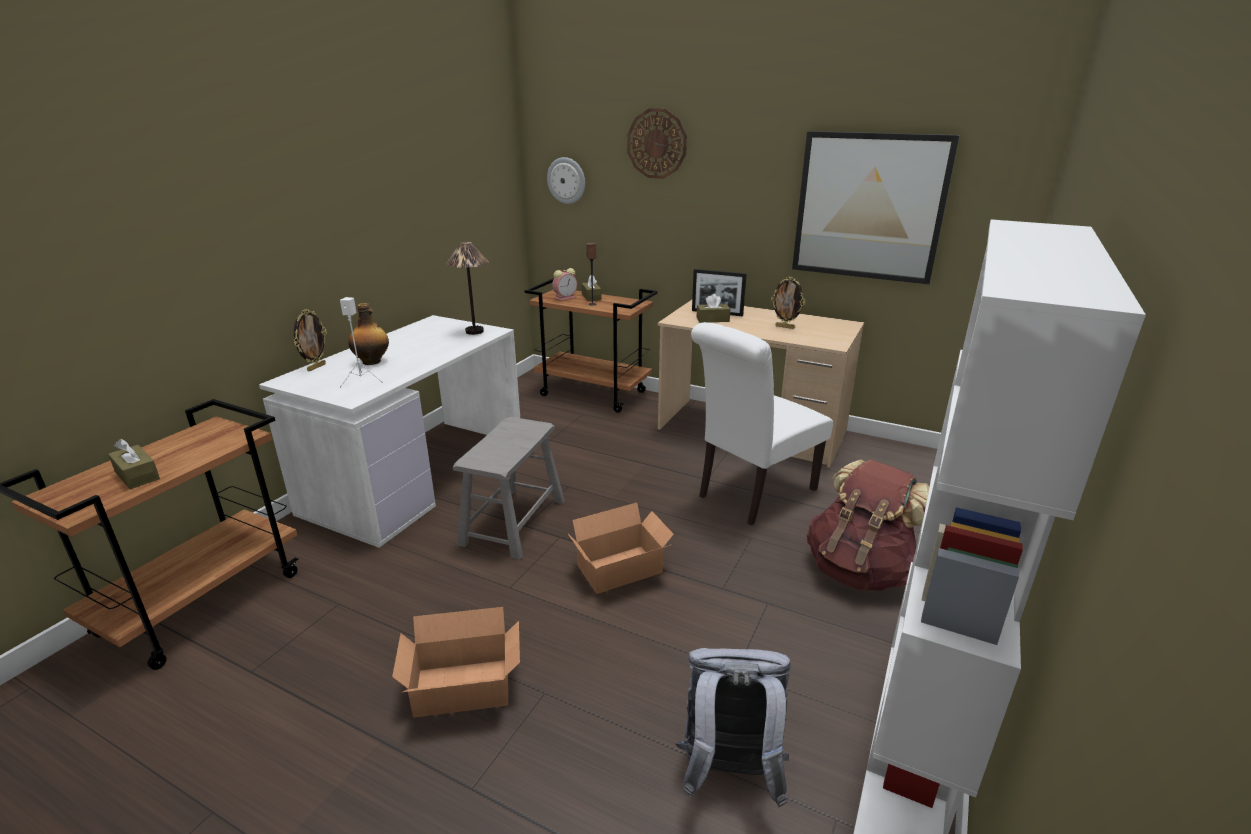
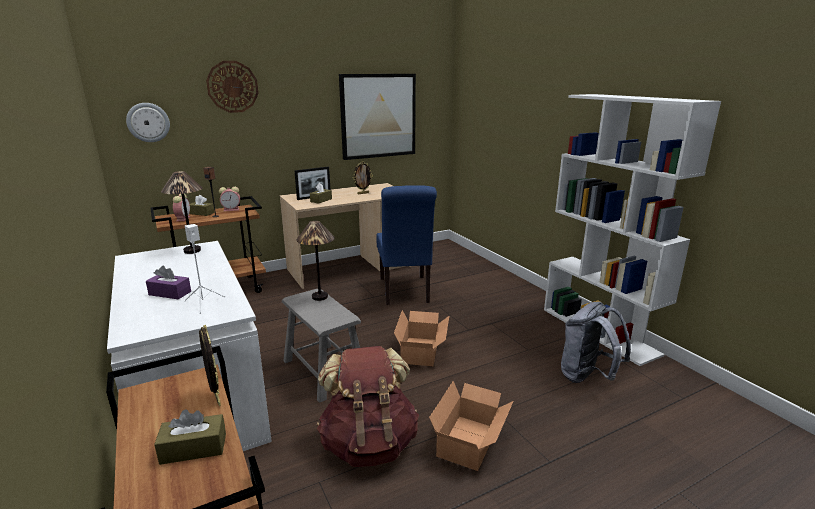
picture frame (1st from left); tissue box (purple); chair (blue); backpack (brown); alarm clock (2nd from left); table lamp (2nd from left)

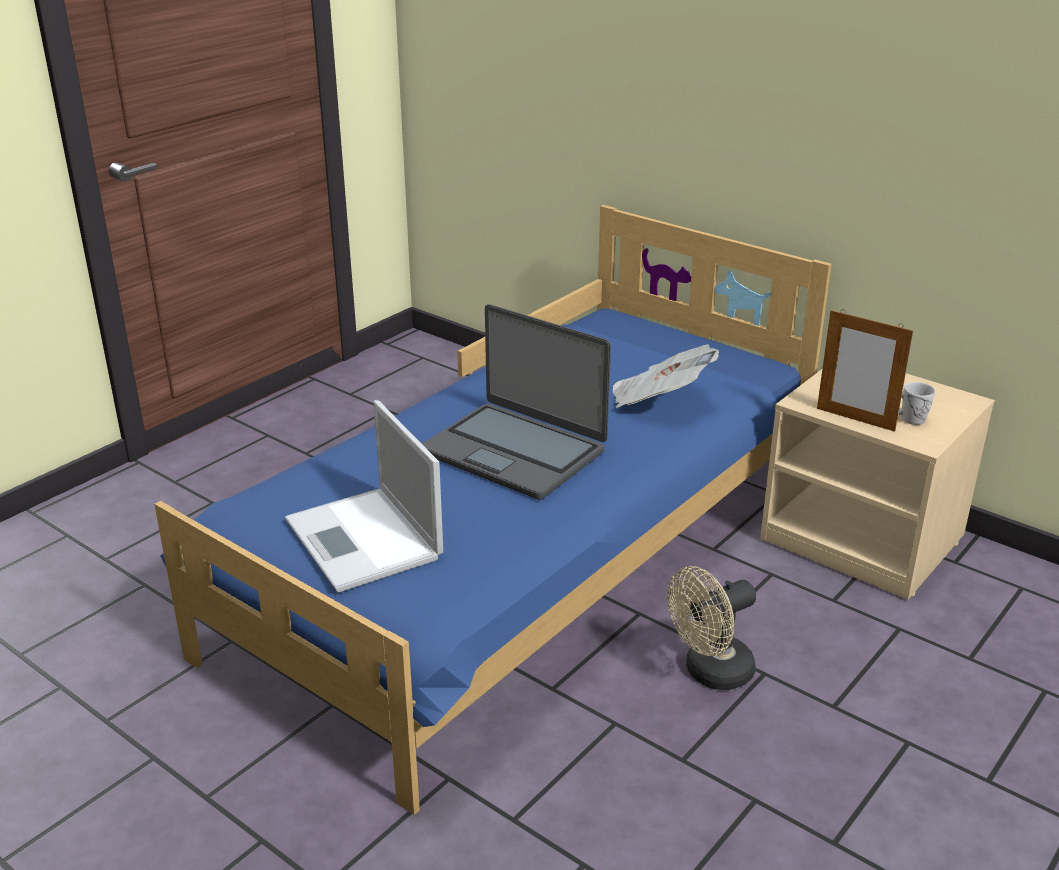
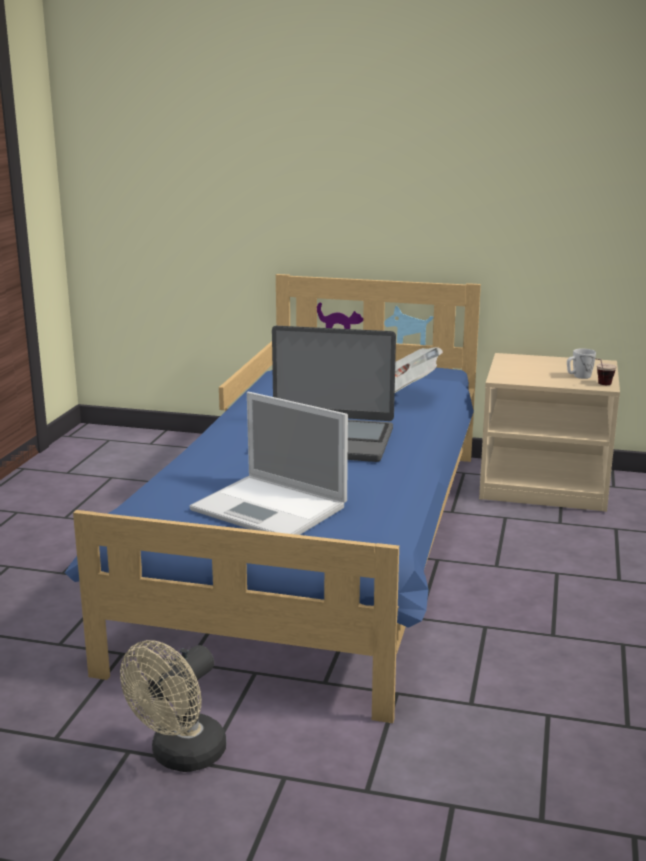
fan (beige); picture frame; cup

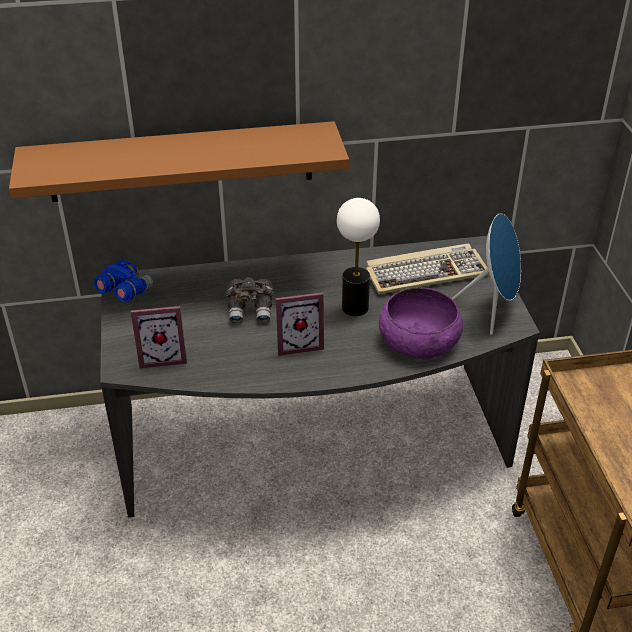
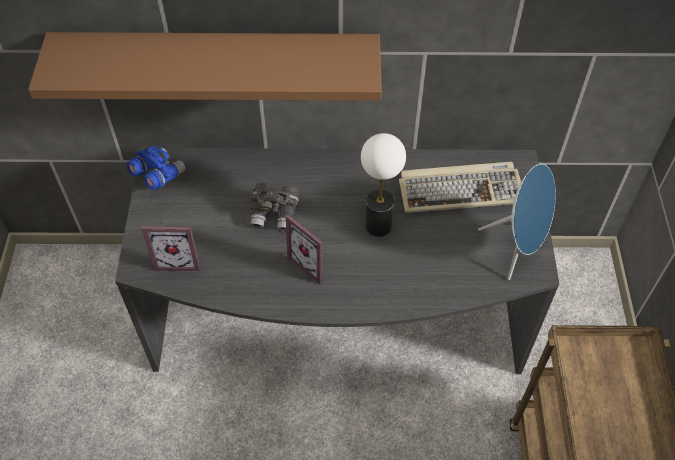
picture frame (2nd from left); bowl (purple)

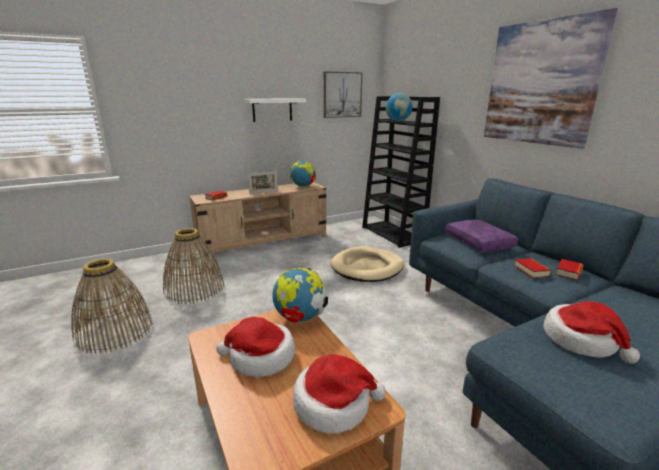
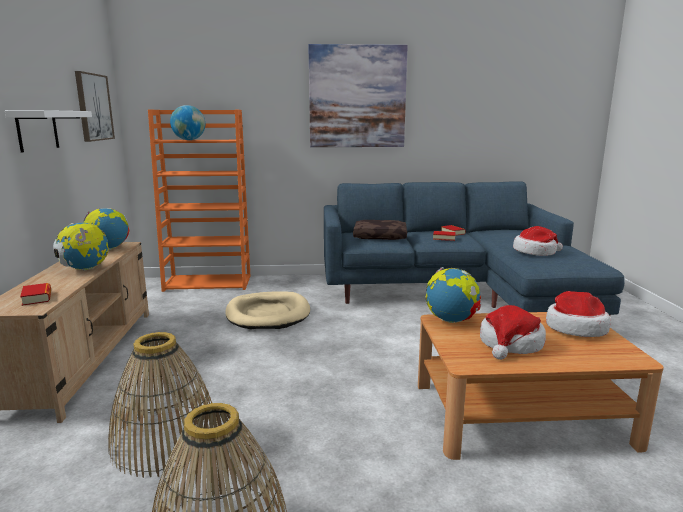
globe (1st from left); bookcase (orange); pillow (brown)

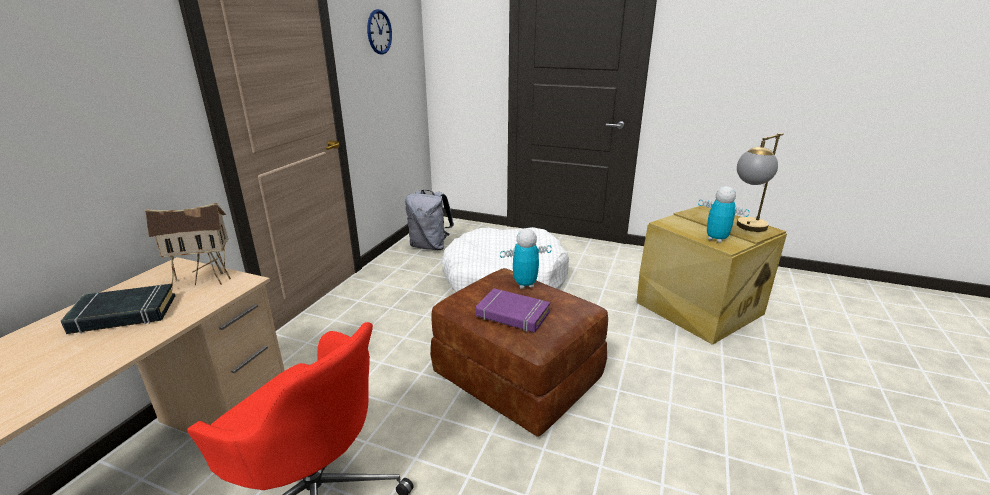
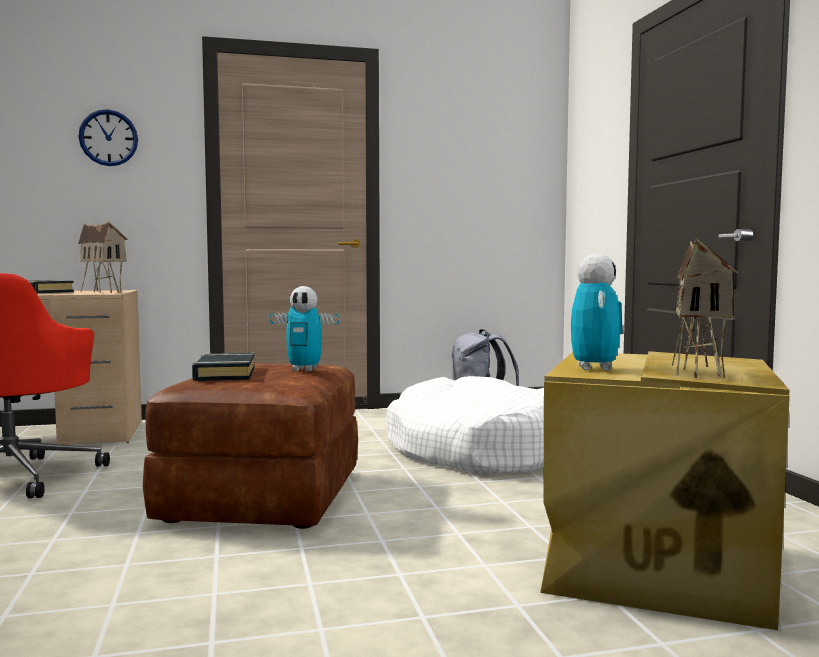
wall clock; book (black) (2nd from left); toy robot (1st from left); toy house (2nd from left)

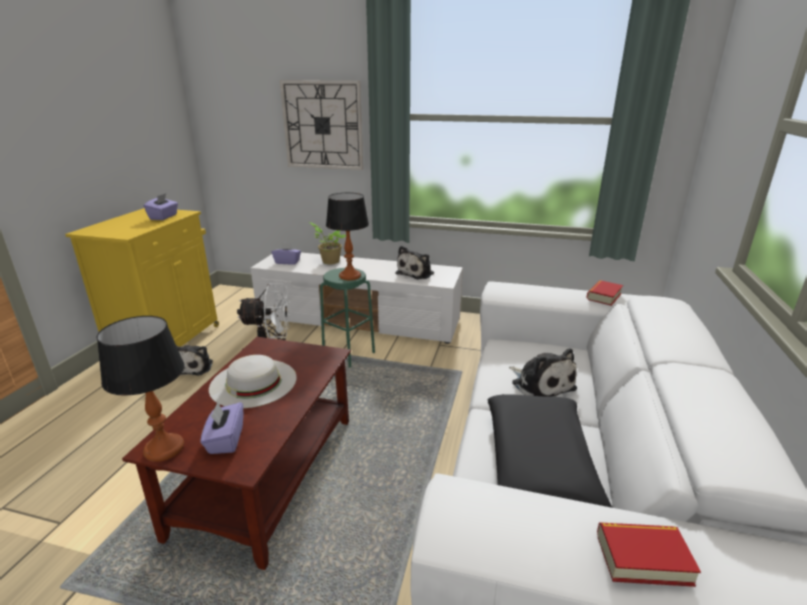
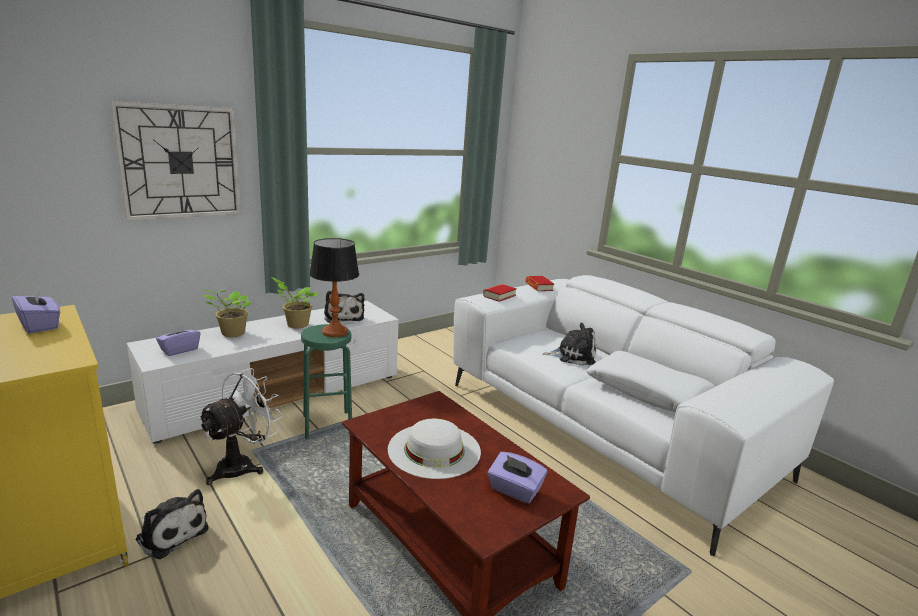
table lamp (1st from left in the first image); pillow (white); book (1st from left); potted plant (2nd from left)

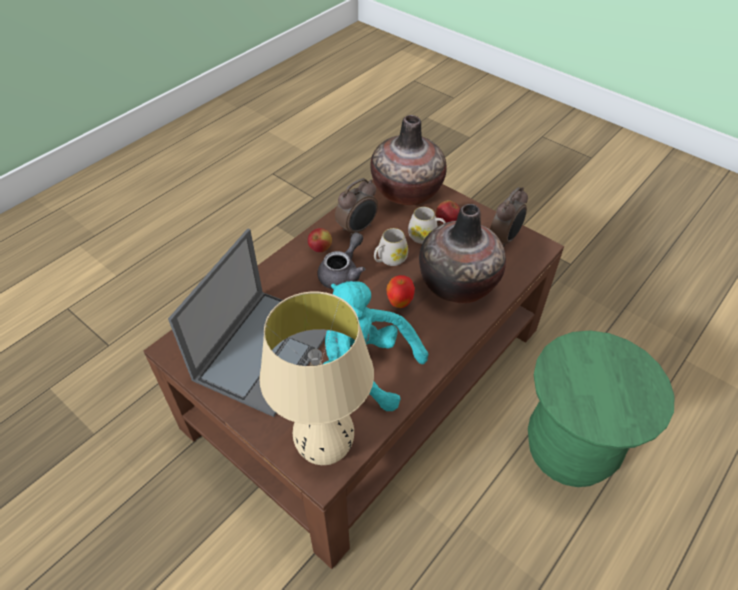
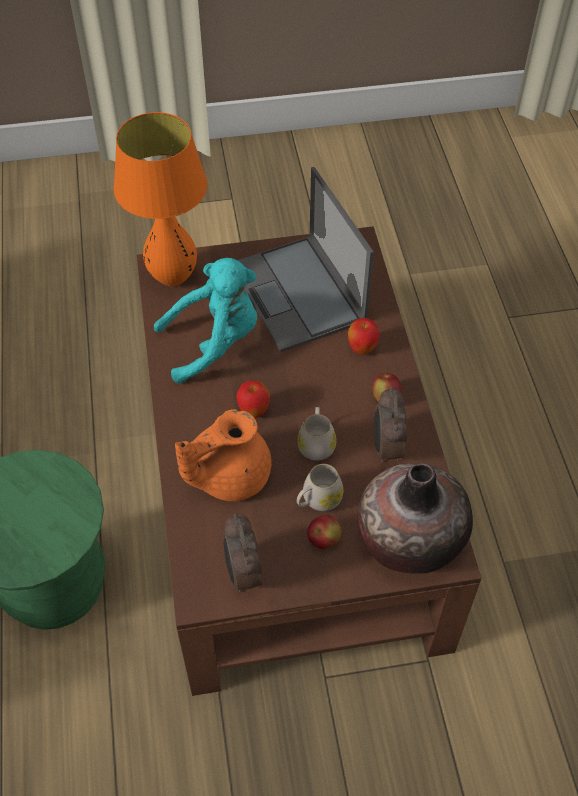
table lamp (orange); teapot (grey); teapot (orange); apple (3rd from left)

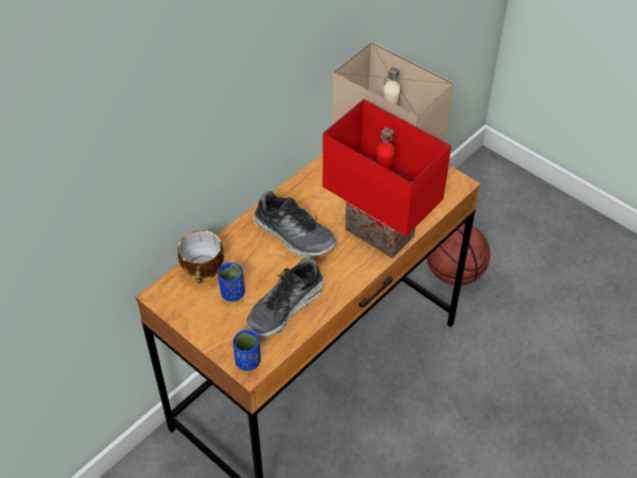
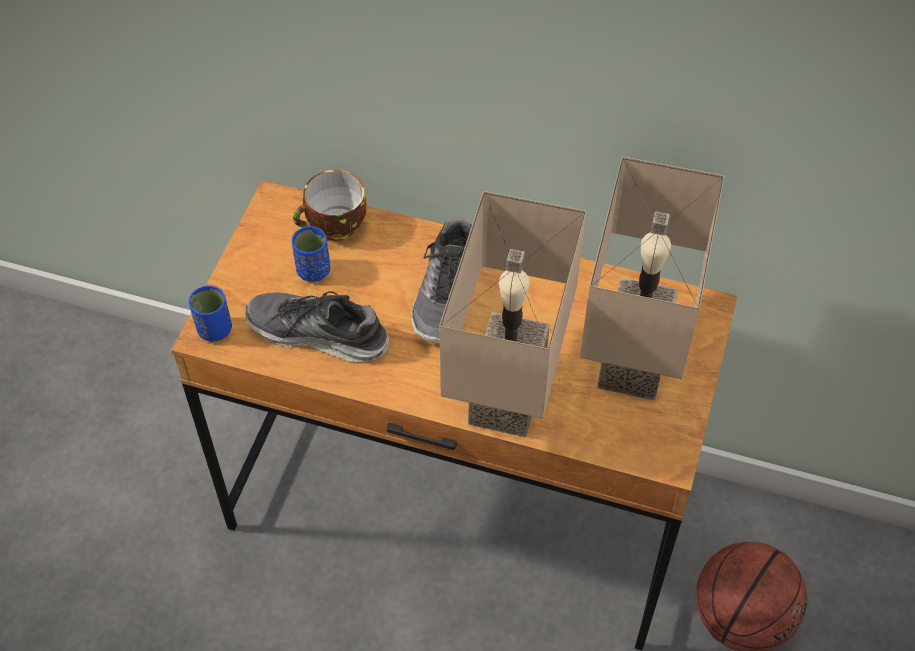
table lamp (beige) (1st from left)

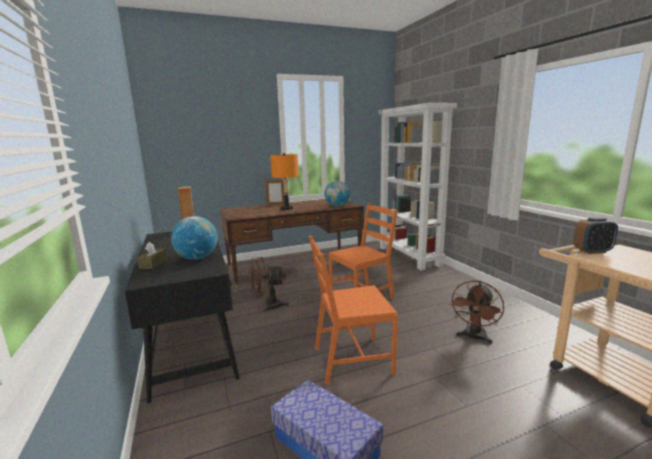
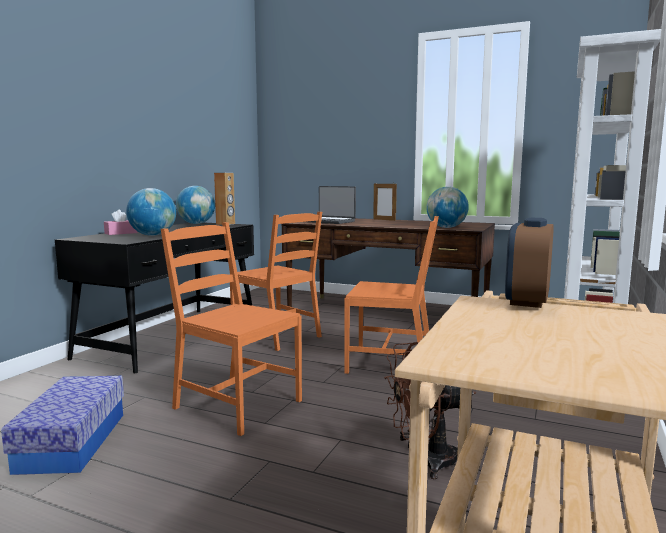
tissue box (pink); chair (orange) (2nd from left); table lamp (orange); alarm clock; globe (2nd from left); laptop

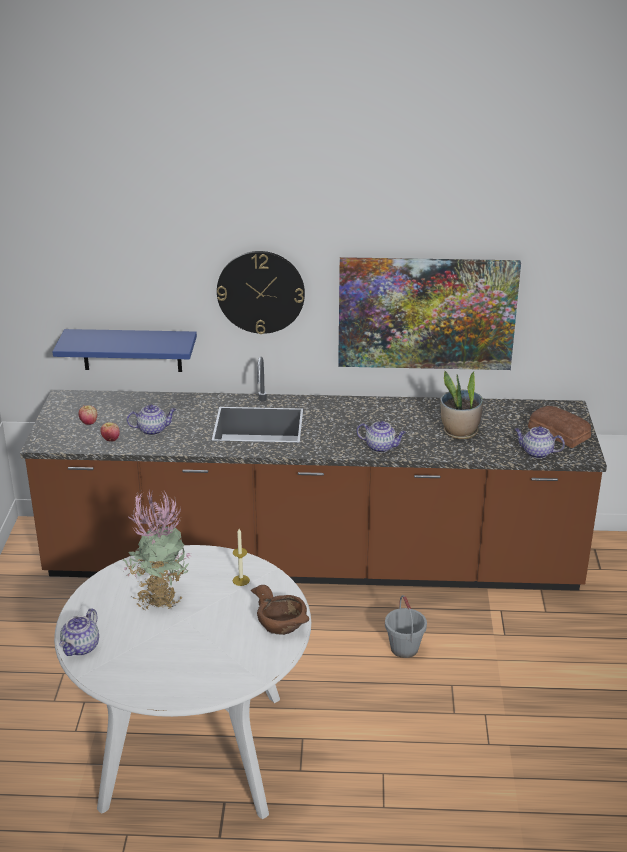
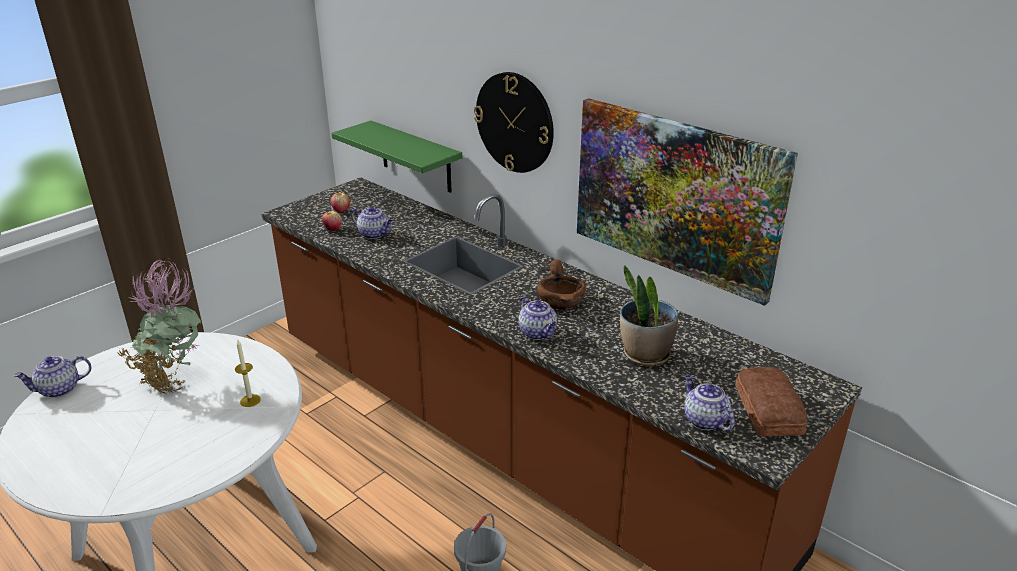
shelf (green); bowl (brown)

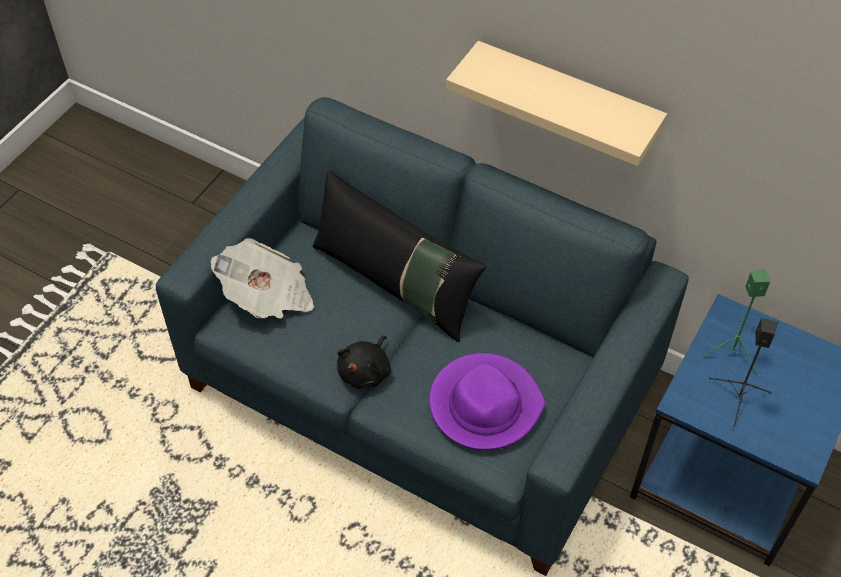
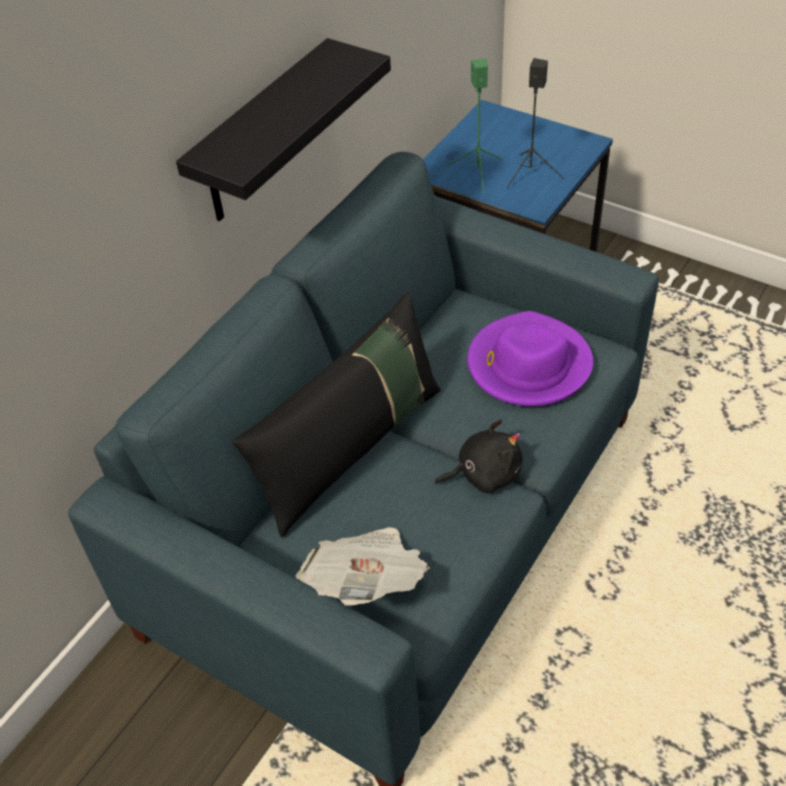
plush toy (black); shelf (black)

